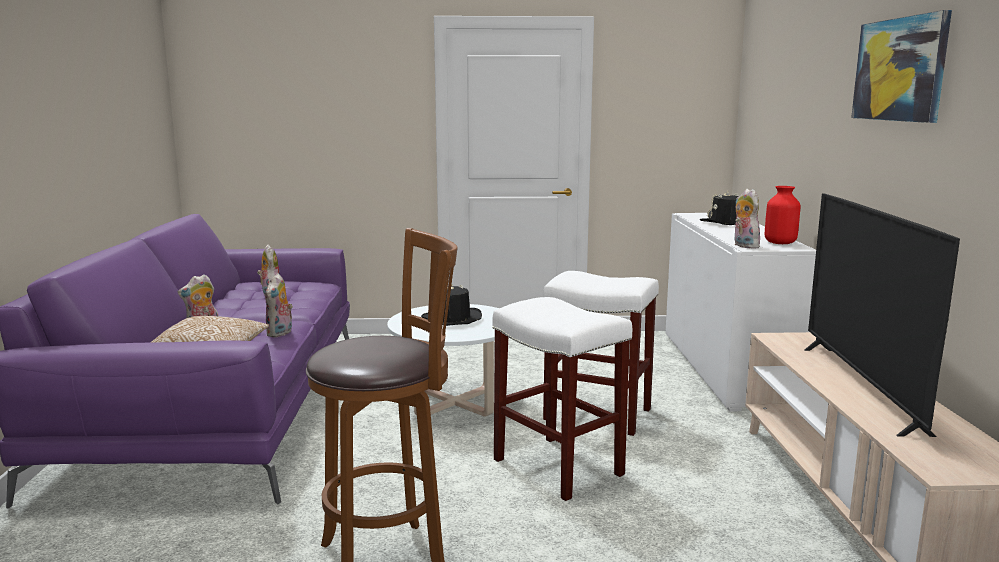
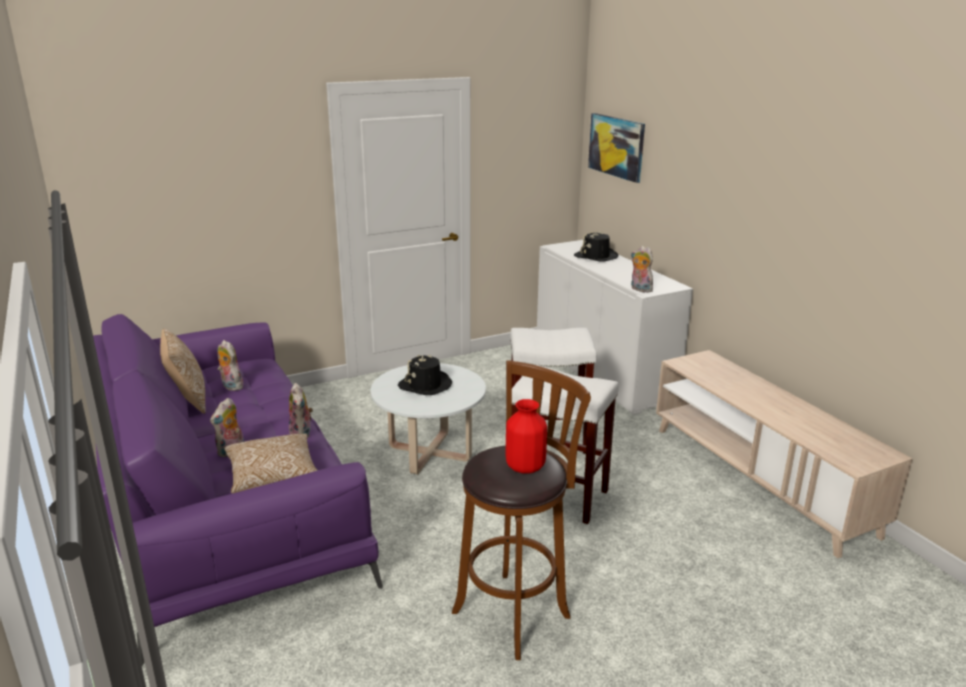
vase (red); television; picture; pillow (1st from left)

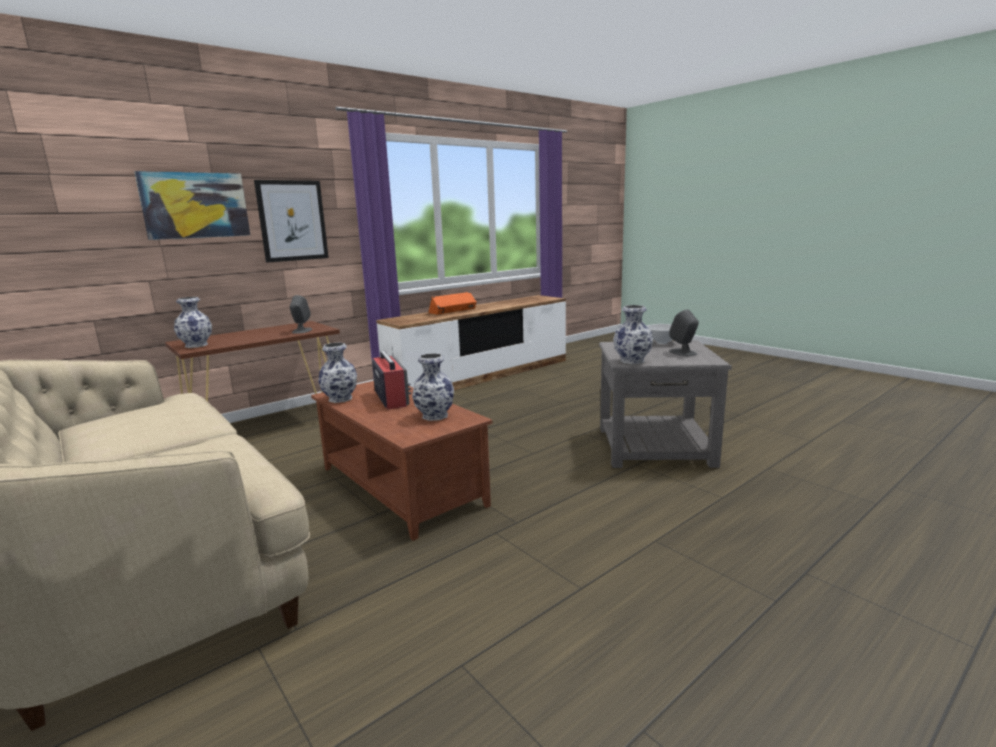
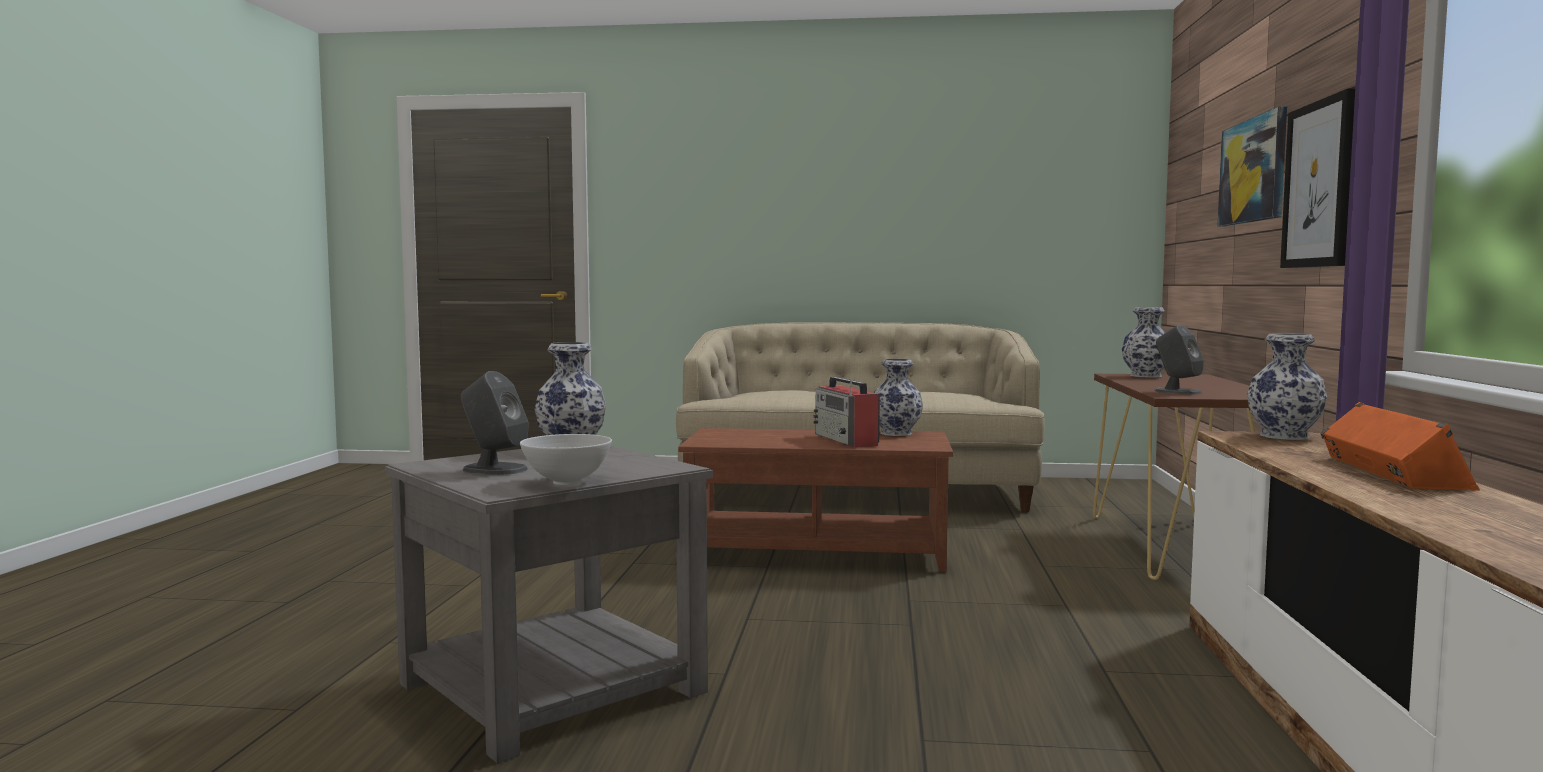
radio; vase (4th from left)

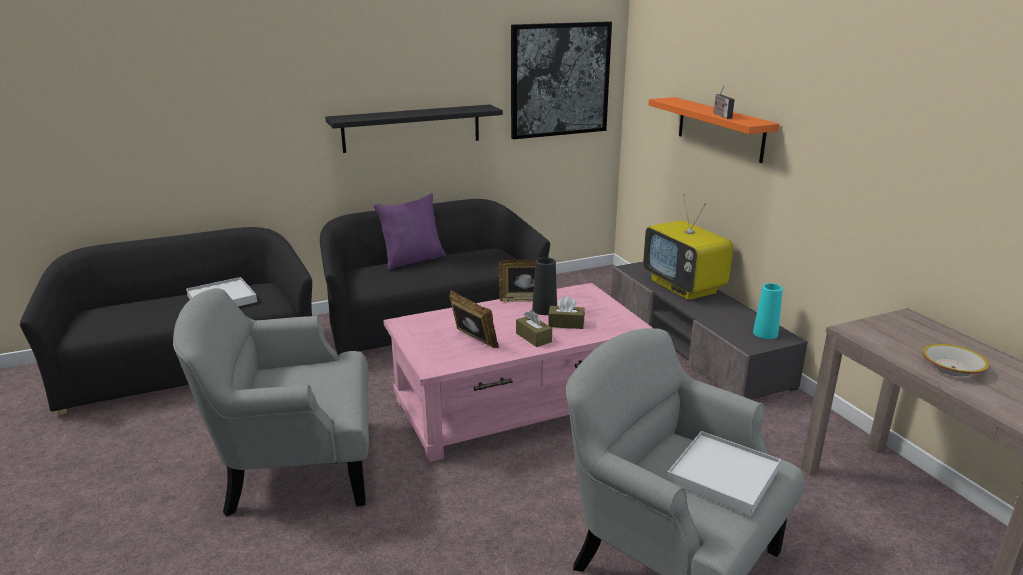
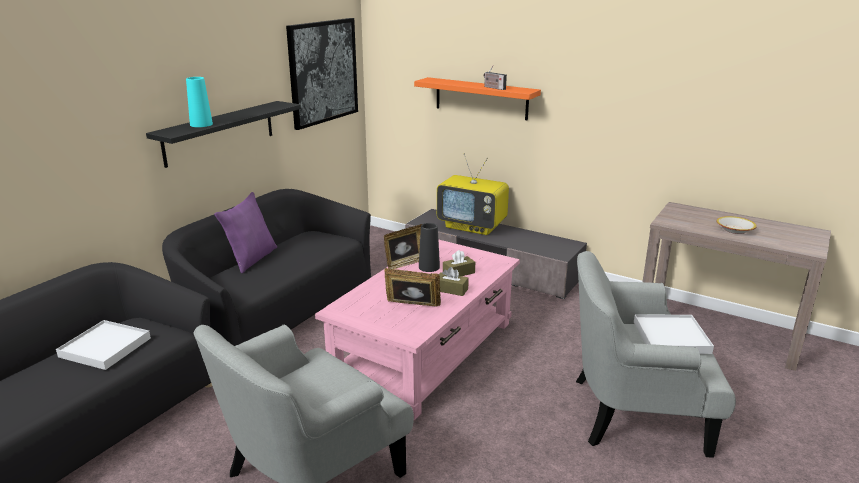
vase (turquoise)

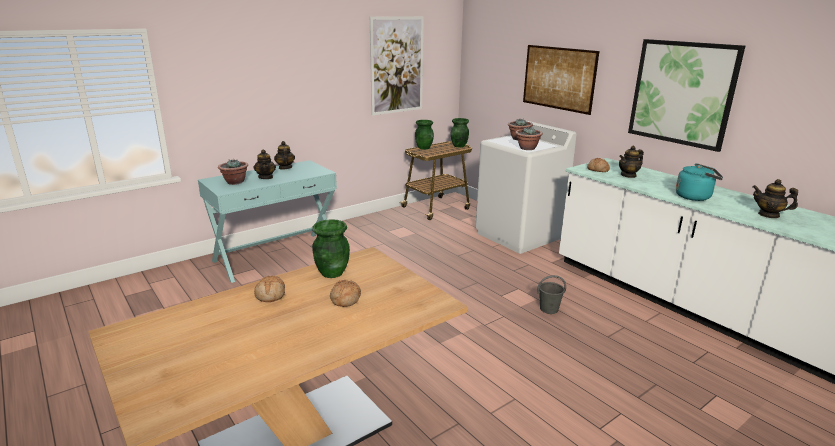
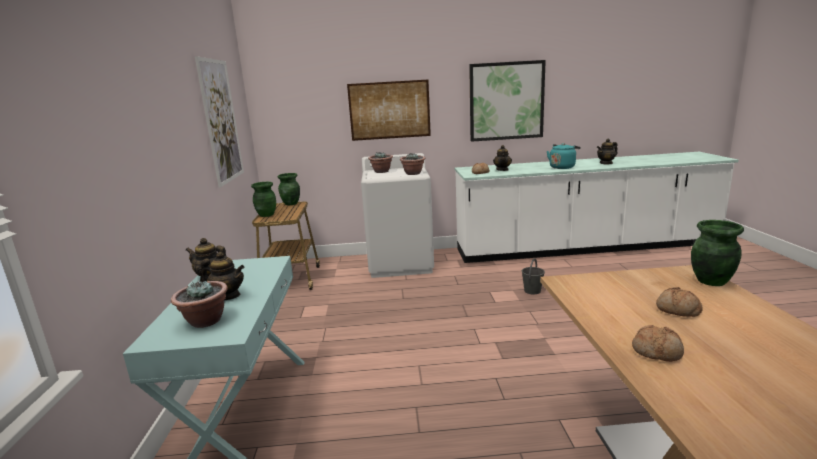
vase (green) (3rd from left)

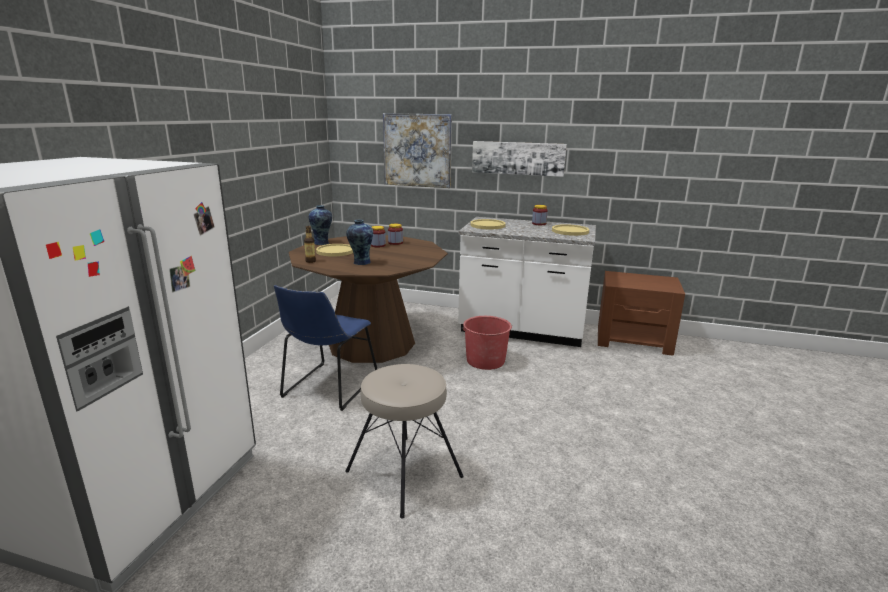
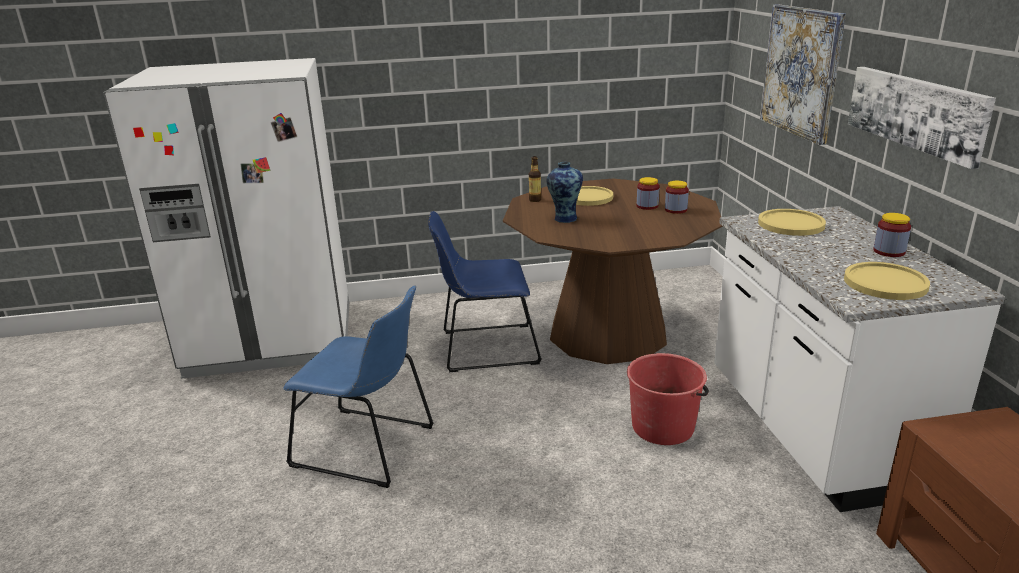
vase (1st from left in the first image); chair (blue) (1st from left)

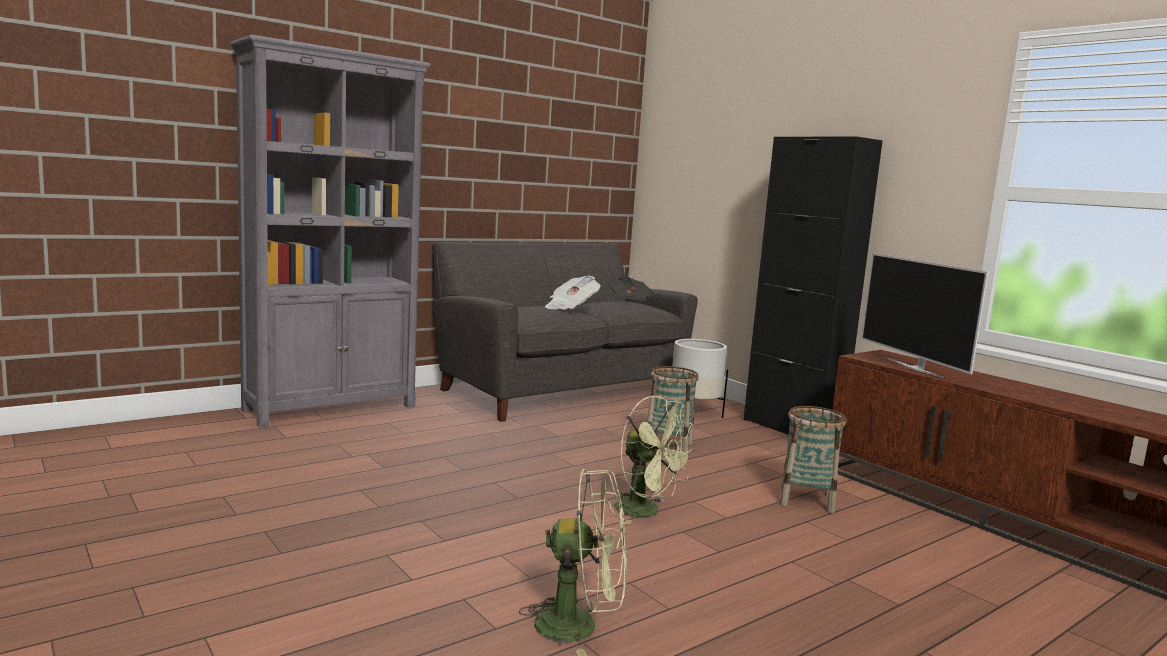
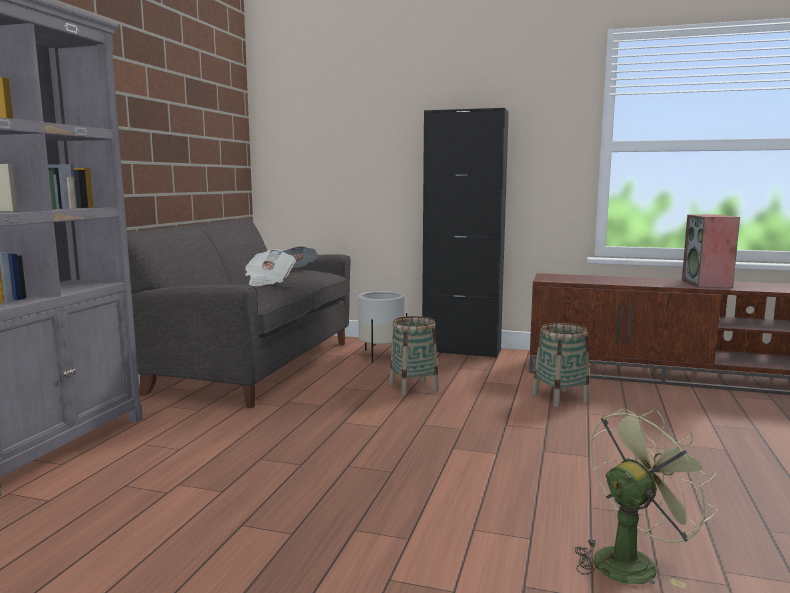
fan (green) (2nd from left in the first image); television; speaker

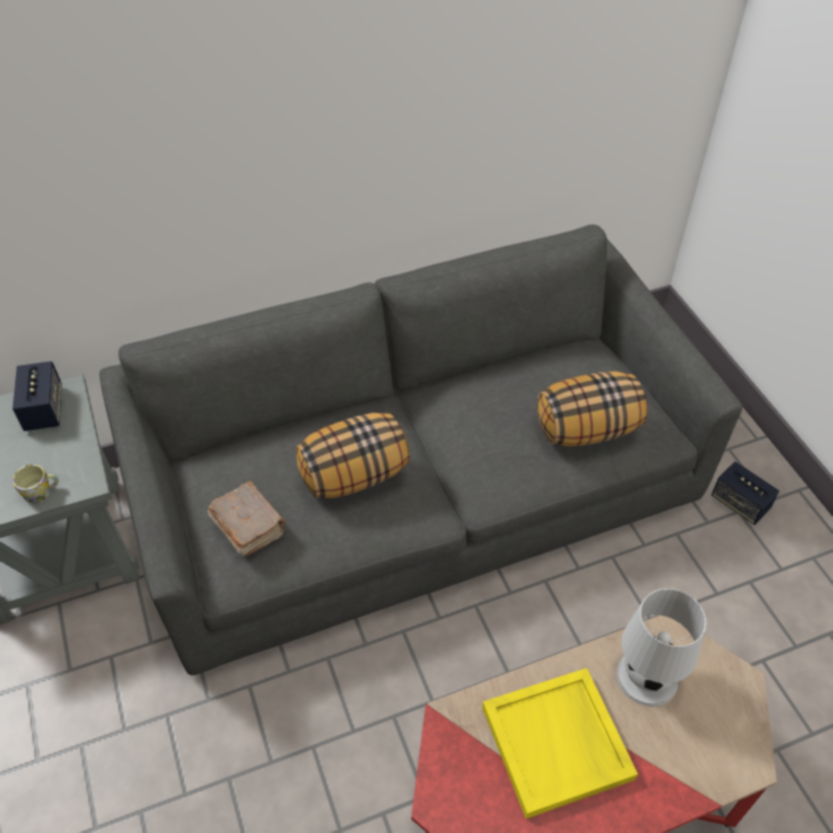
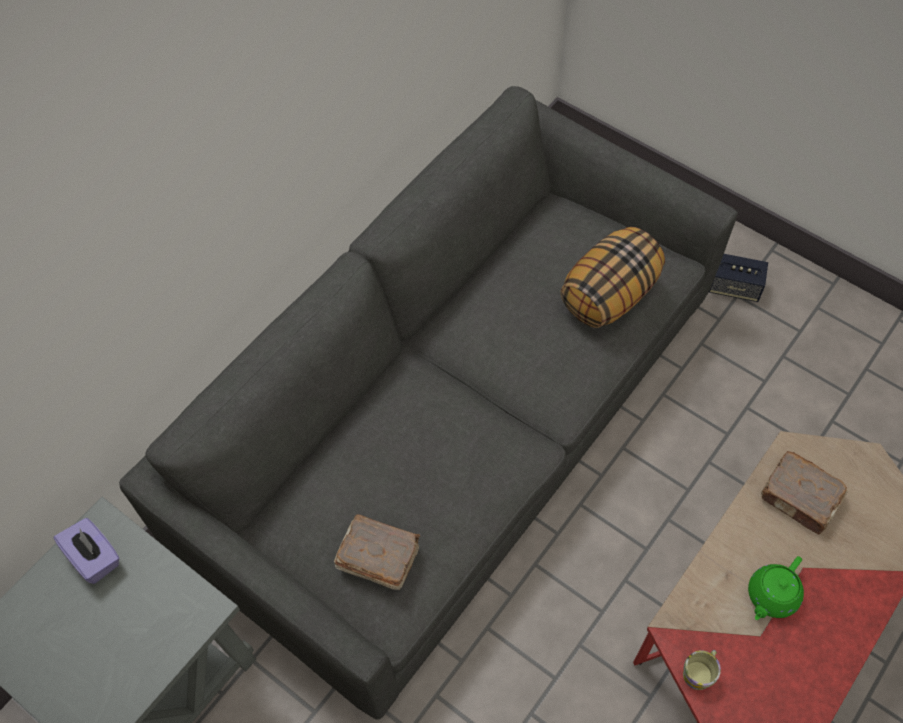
tissue box (purple); mug; pillow (1st from left in the first image); teapot (green); book (brown) (2nd from left)

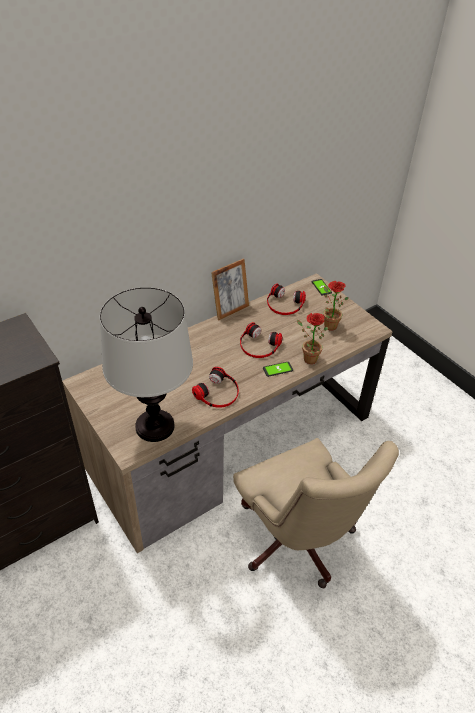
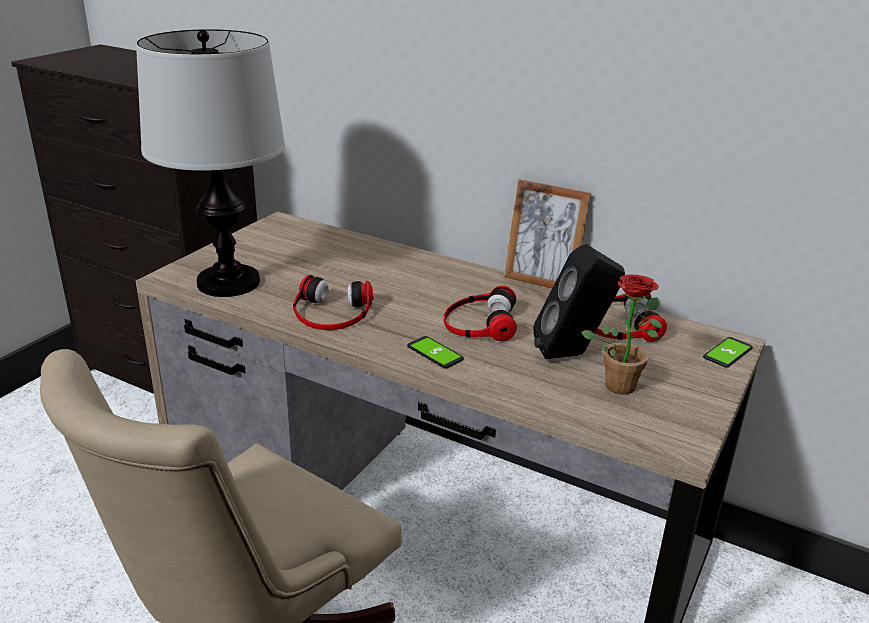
potted plant (1st from left in the first image); speaker (black)

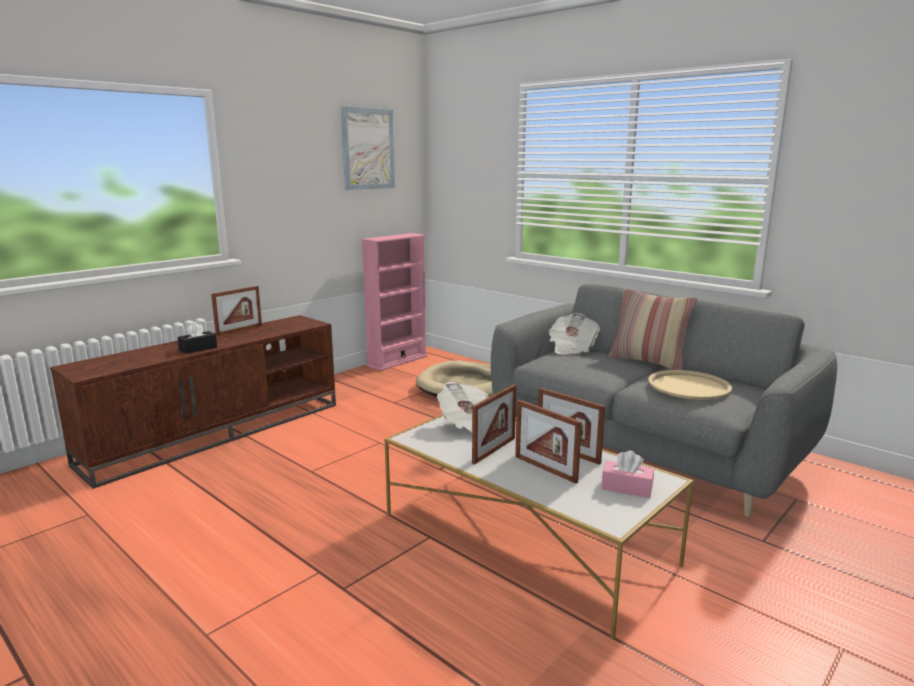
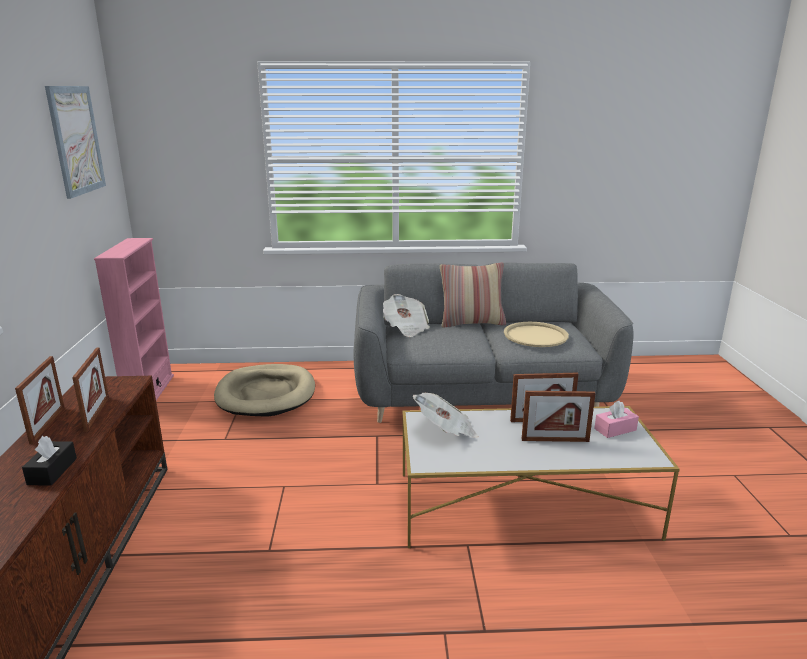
picture frame (2nd from left)

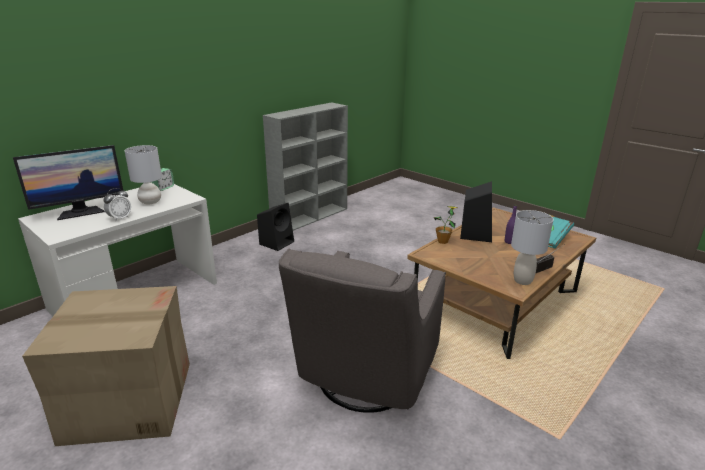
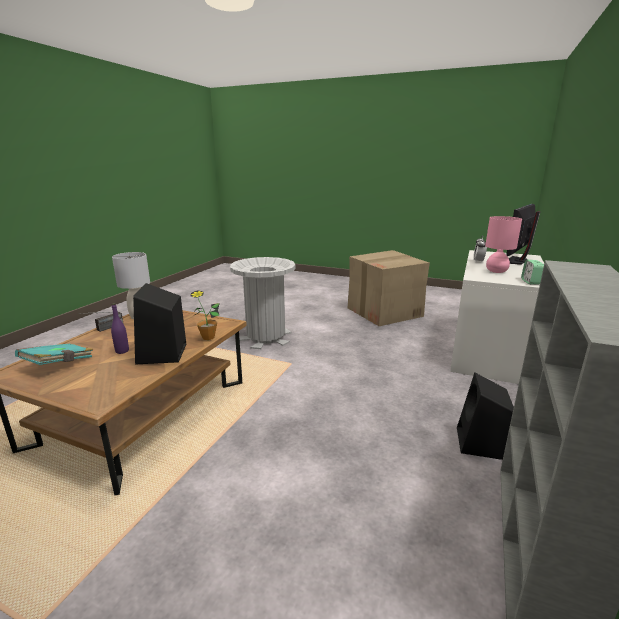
table lamp (pink); trash can (grey)

